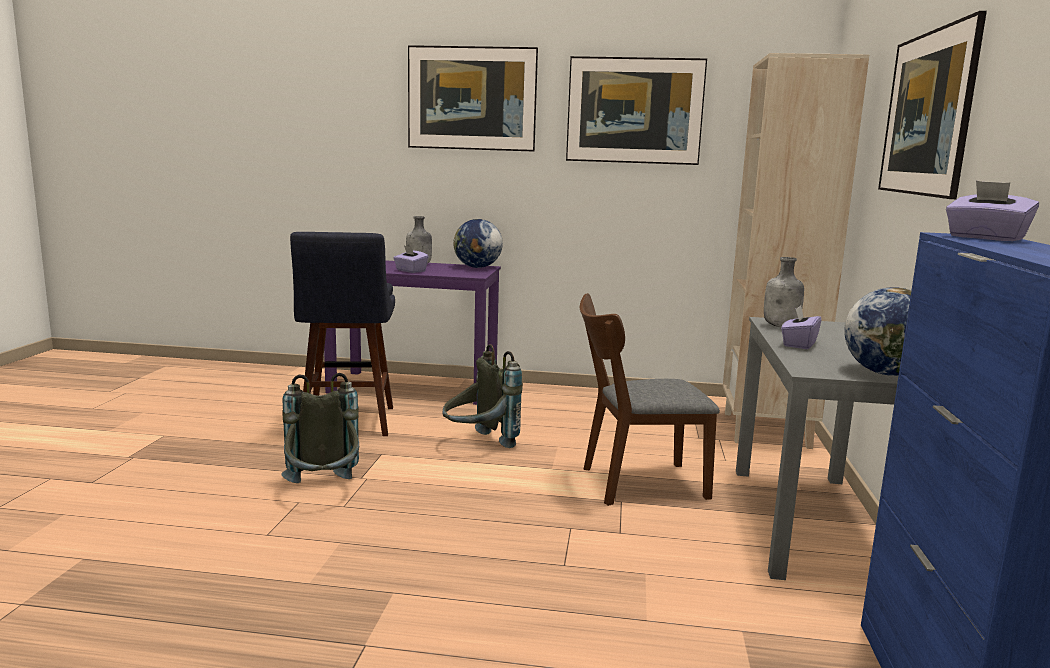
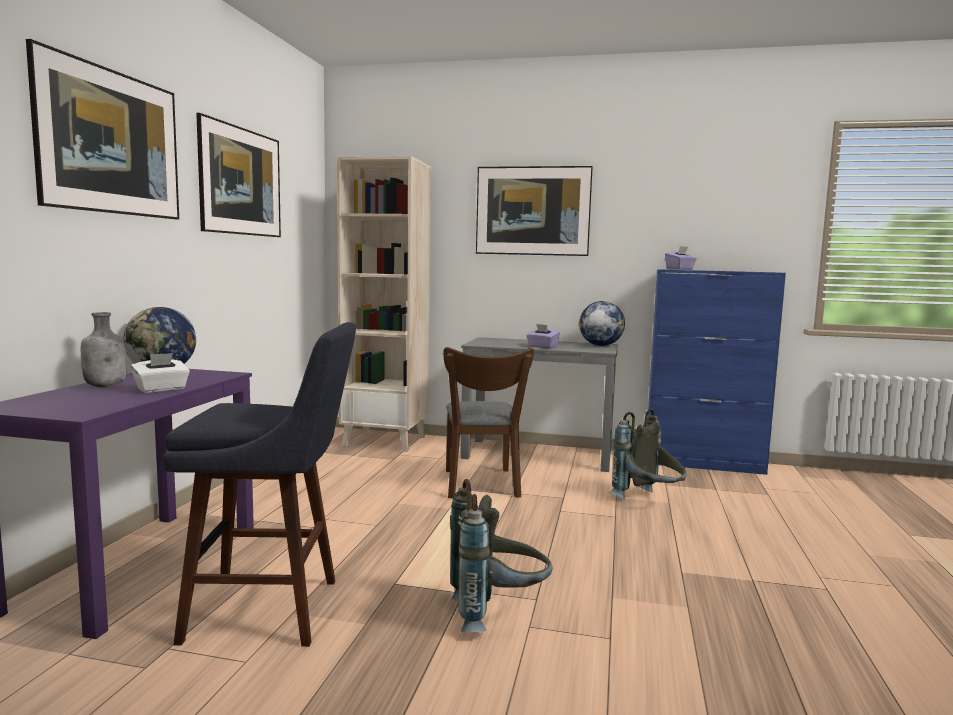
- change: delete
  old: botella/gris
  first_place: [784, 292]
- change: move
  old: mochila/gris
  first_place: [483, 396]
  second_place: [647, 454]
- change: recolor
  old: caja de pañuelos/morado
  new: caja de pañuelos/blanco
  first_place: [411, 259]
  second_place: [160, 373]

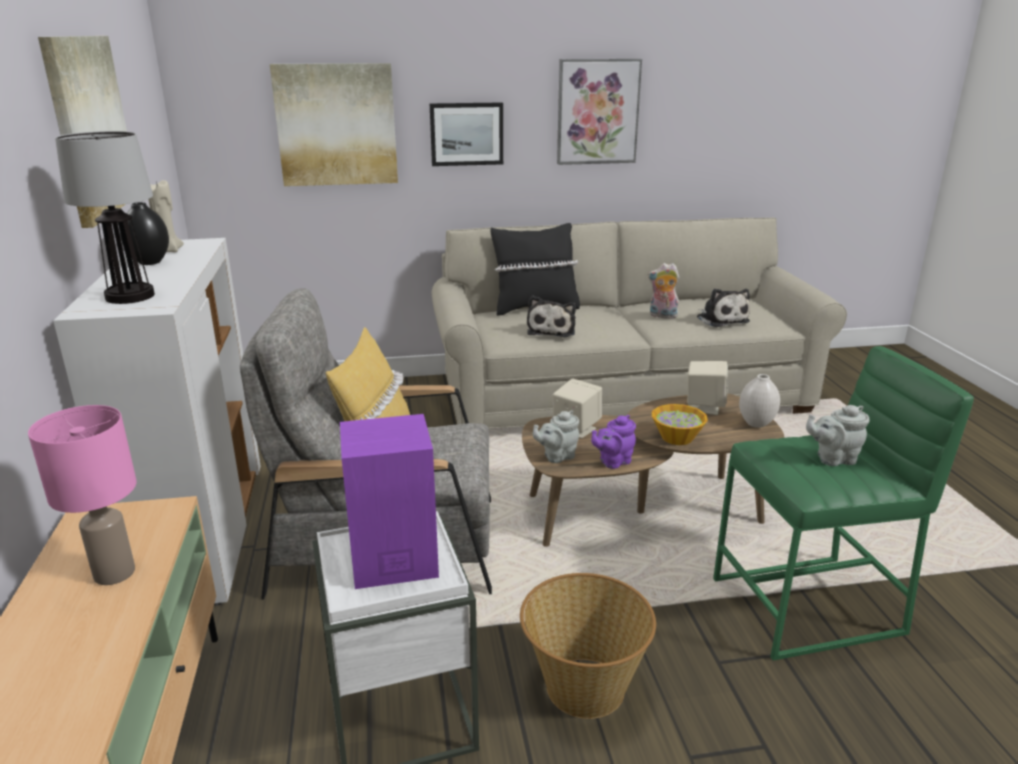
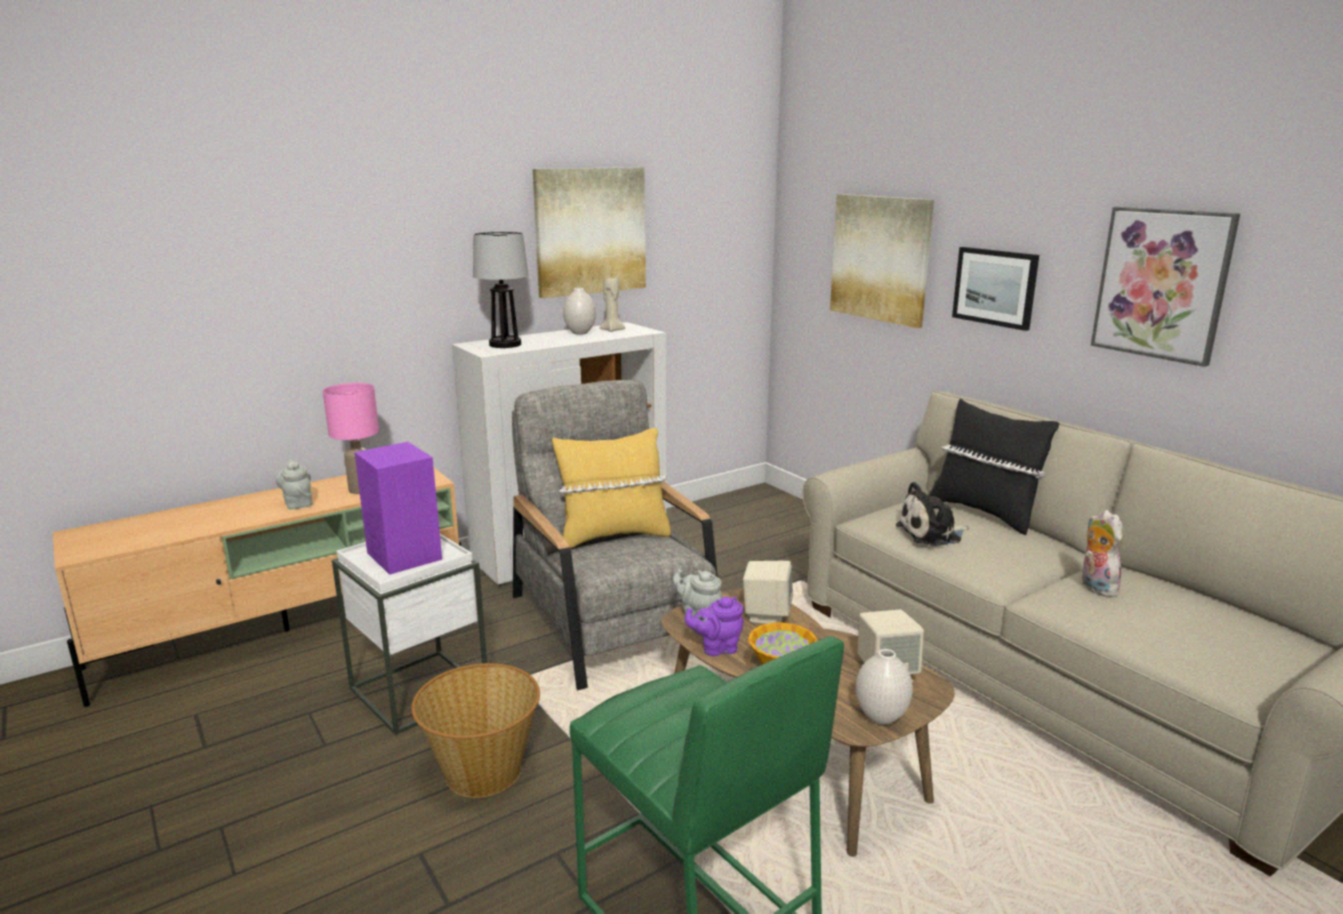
- change: delete
  old: peluche
  first_place: [723, 308]
- change: move
  old: tetera/gris
  first_place: [838, 435]
  second_place: [294, 484]
- change: recolor
  old: florero/negro
  new: florero/blanco
  first_place: [144, 233]
  second_place: [579, 311]
- change: rotate
  old: tetera/morado
  first_place: [613, 442]
  second_place: [714, 626]
  degrees: -45

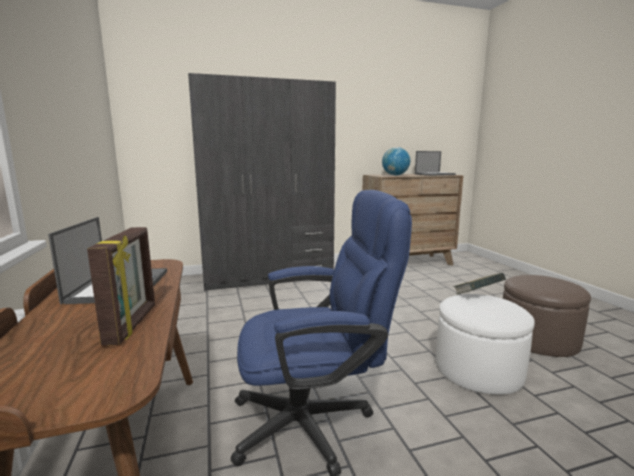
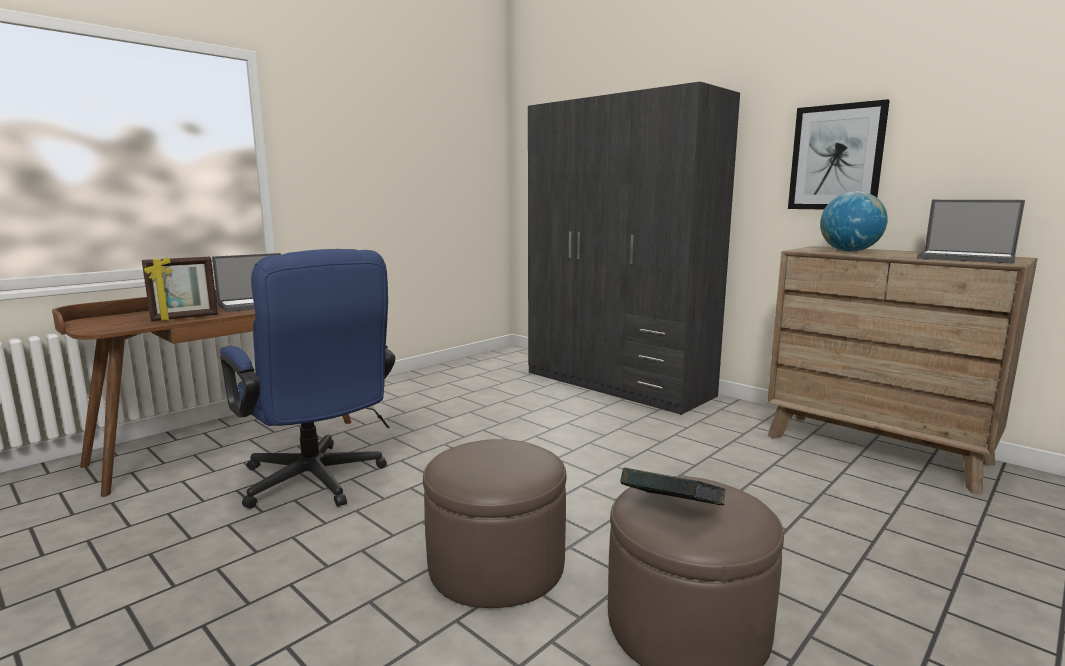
- change: insert
  new: cuadro
  second_place: [839, 154]
- change: move
  old: libro
  first_place: [479, 283]
  second_place: [673, 486]
- change: recolor
  old: puf/blanco
  new: puf/marrón
  first_place: [485, 344]
  second_place: [494, 523]

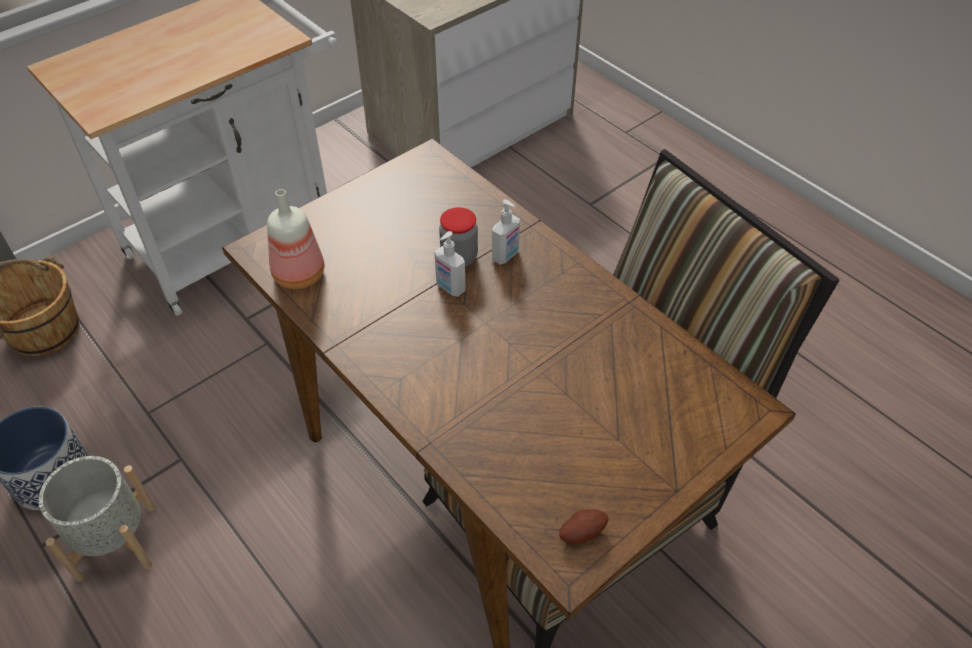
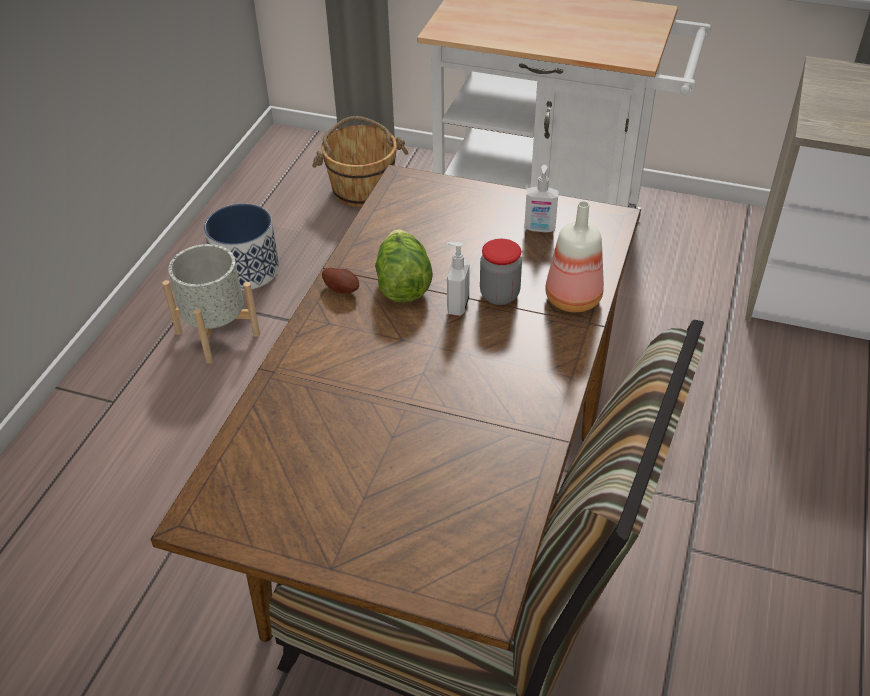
- change: insert
  new: lechuga
  second_place: [404, 266]
- change: move
  old: botella
  first_place: [295, 239]
  second_place: [574, 256]
- change: move
  old: dispensador de jabón
  first_place: [506, 232]
  second_place: [541, 199]
- change: move
  old: patata
  first_place: [584, 526]
  second_place: [340, 281]

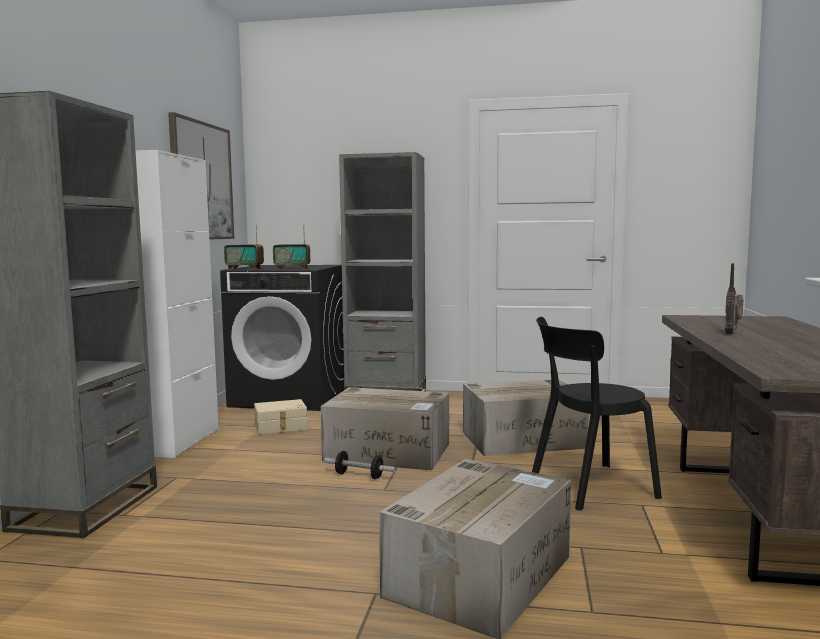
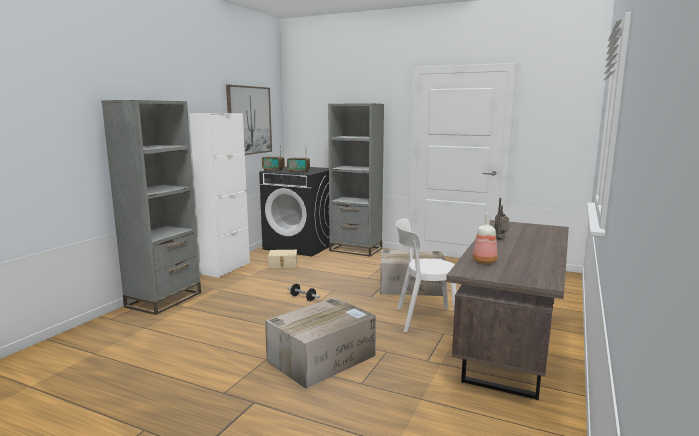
- change: delete
  old: caja de cartón
  first_place: [384, 429]
- change: insert
  new: botella
  second_place: [485, 239]
- change: recolor
  old: silla/negro
  new: silla/blanco
  first_place: [597, 413]
  second_place: [426, 275]

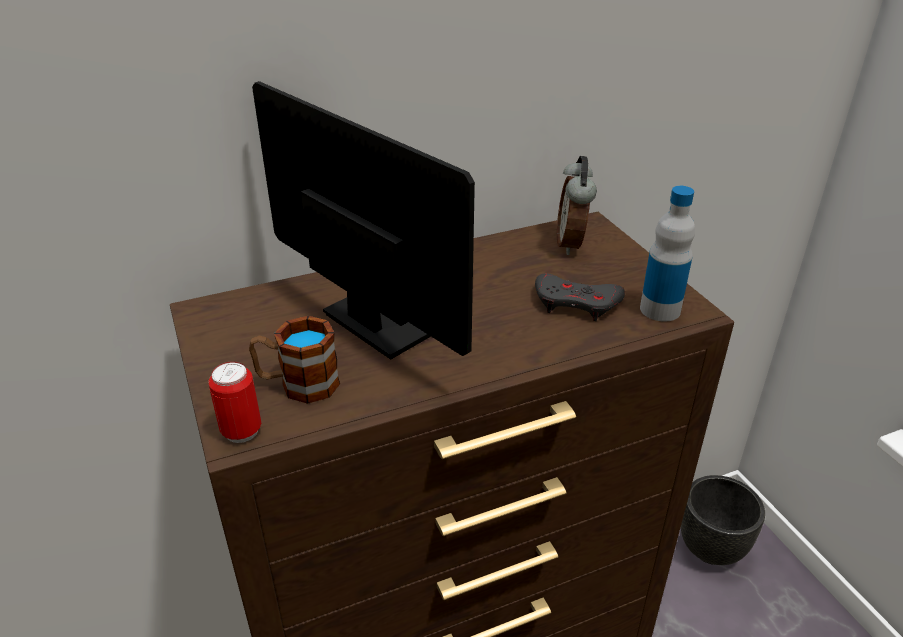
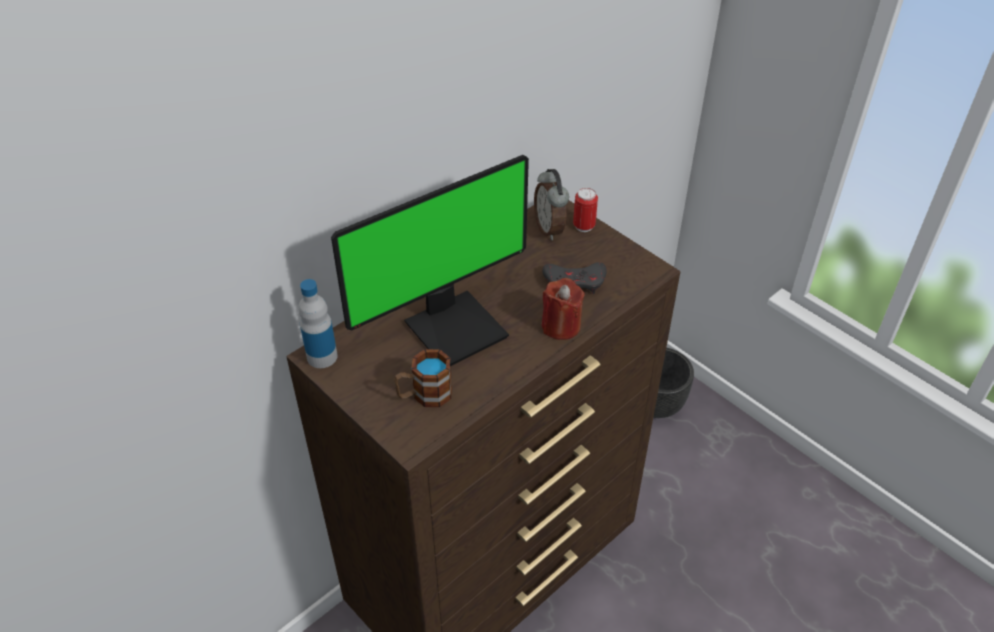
- change: insert
  new: vela/rojo
  second_place: [563, 309]
- change: move
  old: lata
  first_place: [234, 402]
  second_place: [585, 210]
- change: move
  old: botella
  first_place: [667, 254]
  second_place: [317, 323]
- change: rotate
  old: monitor
  first_place: [363, 220]
  second_place: [430, 260]
  degrees: 120

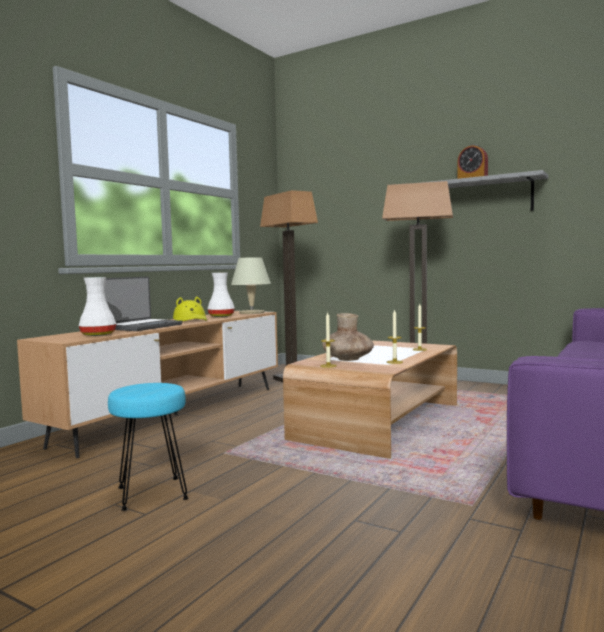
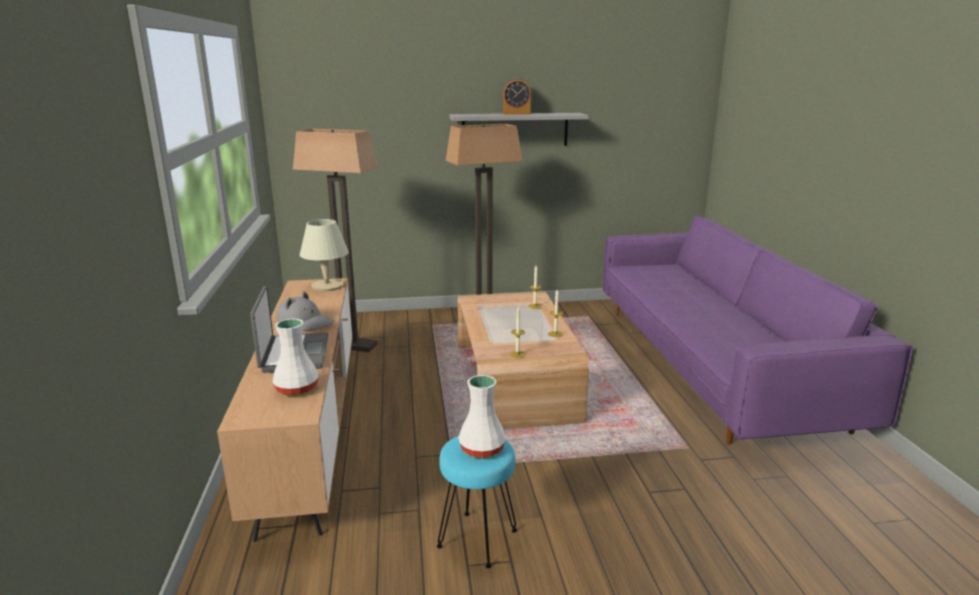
- change: delete
  old: florero/marrón
  first_place: [348, 337]
- change: move
  old: florero/blanco
  first_place: [221, 294]
  second_place: [482, 416]
- change: recolor
  old: sombrero/amarillo
  new: sombrero/gris
  first_place: [190, 309]
  second_place: [305, 311]

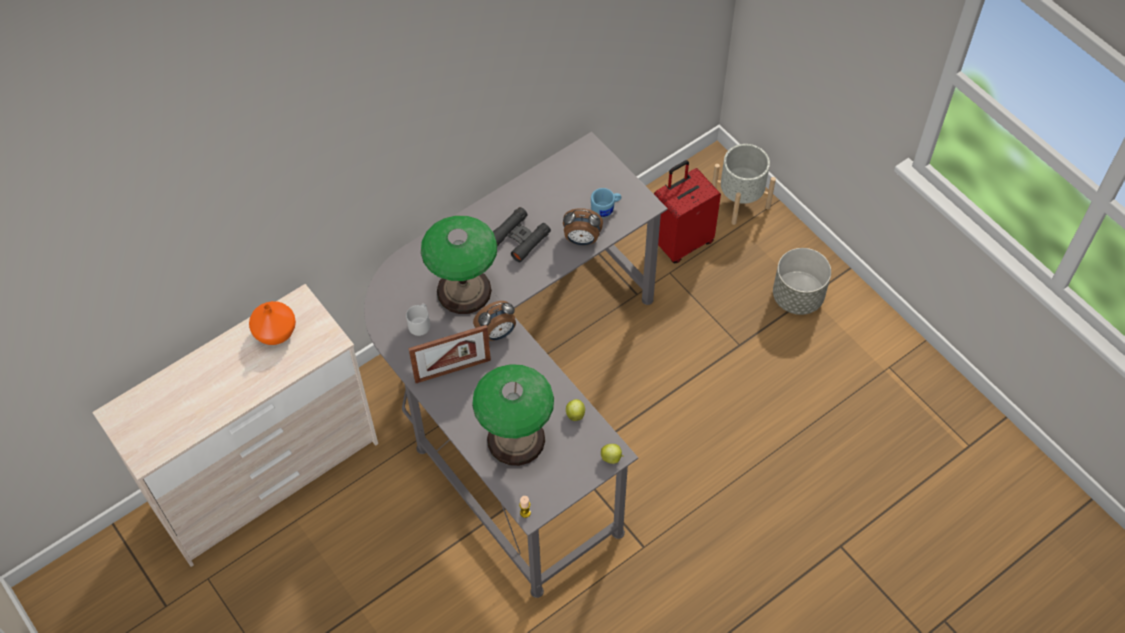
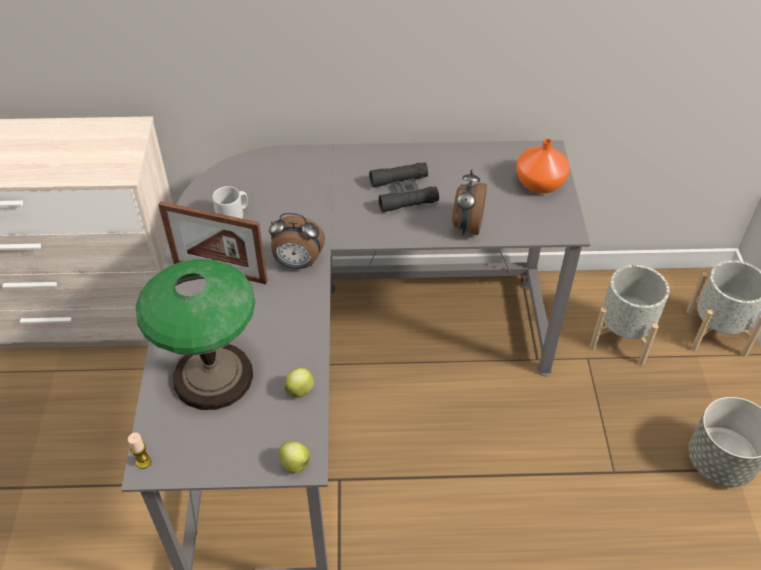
- change: delete
  old: lámpara de mesa
  first_place: [459, 265]
- change: delete
  old: taza grande/azul
  first_place: [606, 203]
- change: move
  old: florero/naranja
  first_place: [272, 323]
  second_place: [543, 165]
- change: replace
  old: maleta/rojo
  new: maceta/gris
  first_place: [687, 211]
  second_place: [630, 315]
- change: rotate
  old: despertador
  first_place: [583, 226]
  second_place: [469, 202]
  degrees: 60

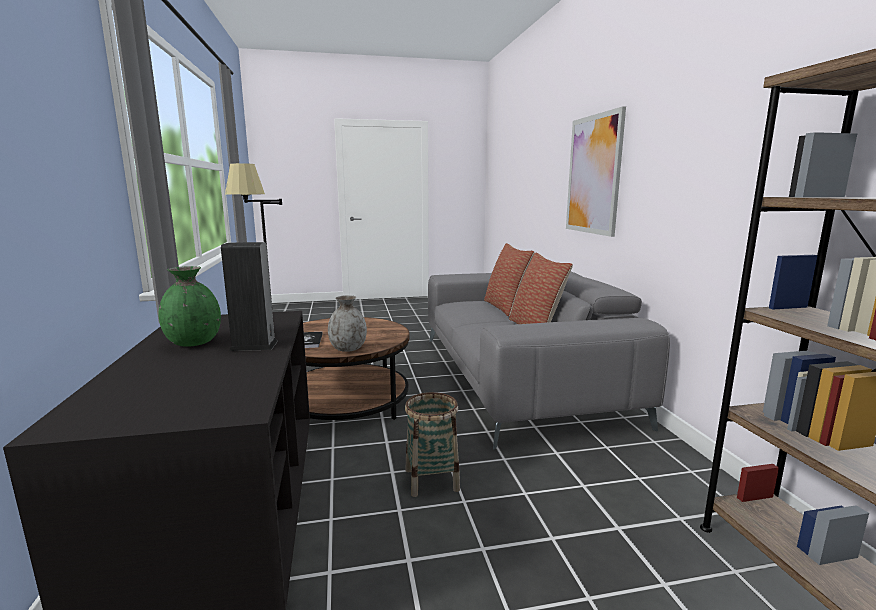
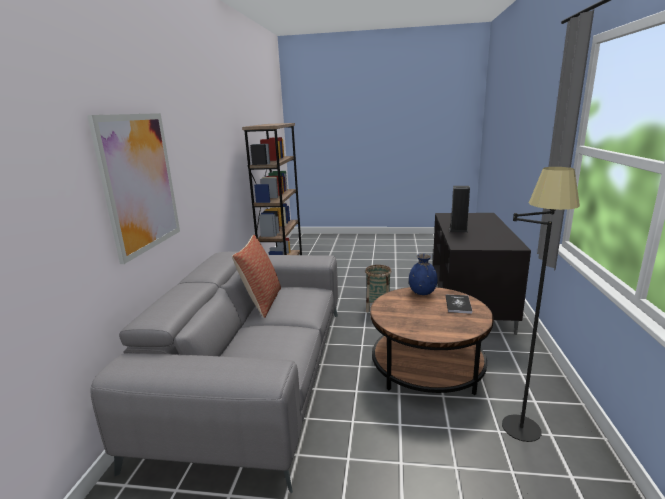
- change: delete
  old: florero/verde
  first_place: [190, 306]
- change: delete
  old: cojín
  first_place: [509, 279]
- change: recolor
  old: florero/gris
  new: florero/azul
  first_place: [347, 323]
  second_place: [423, 274]

